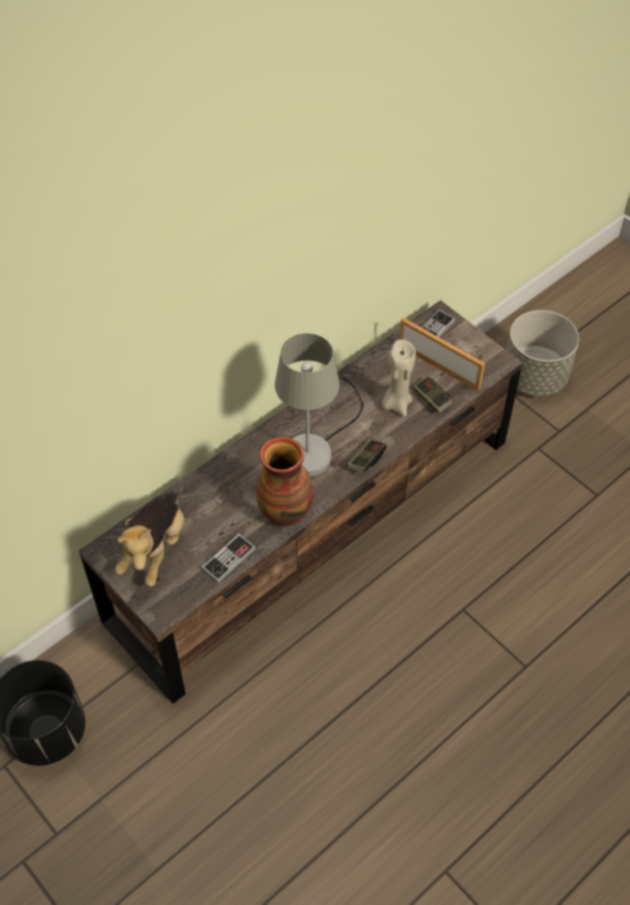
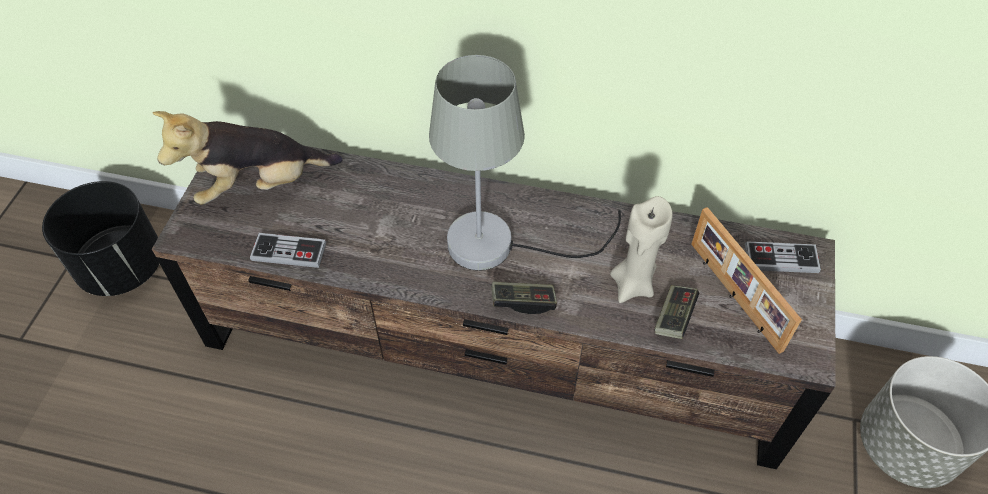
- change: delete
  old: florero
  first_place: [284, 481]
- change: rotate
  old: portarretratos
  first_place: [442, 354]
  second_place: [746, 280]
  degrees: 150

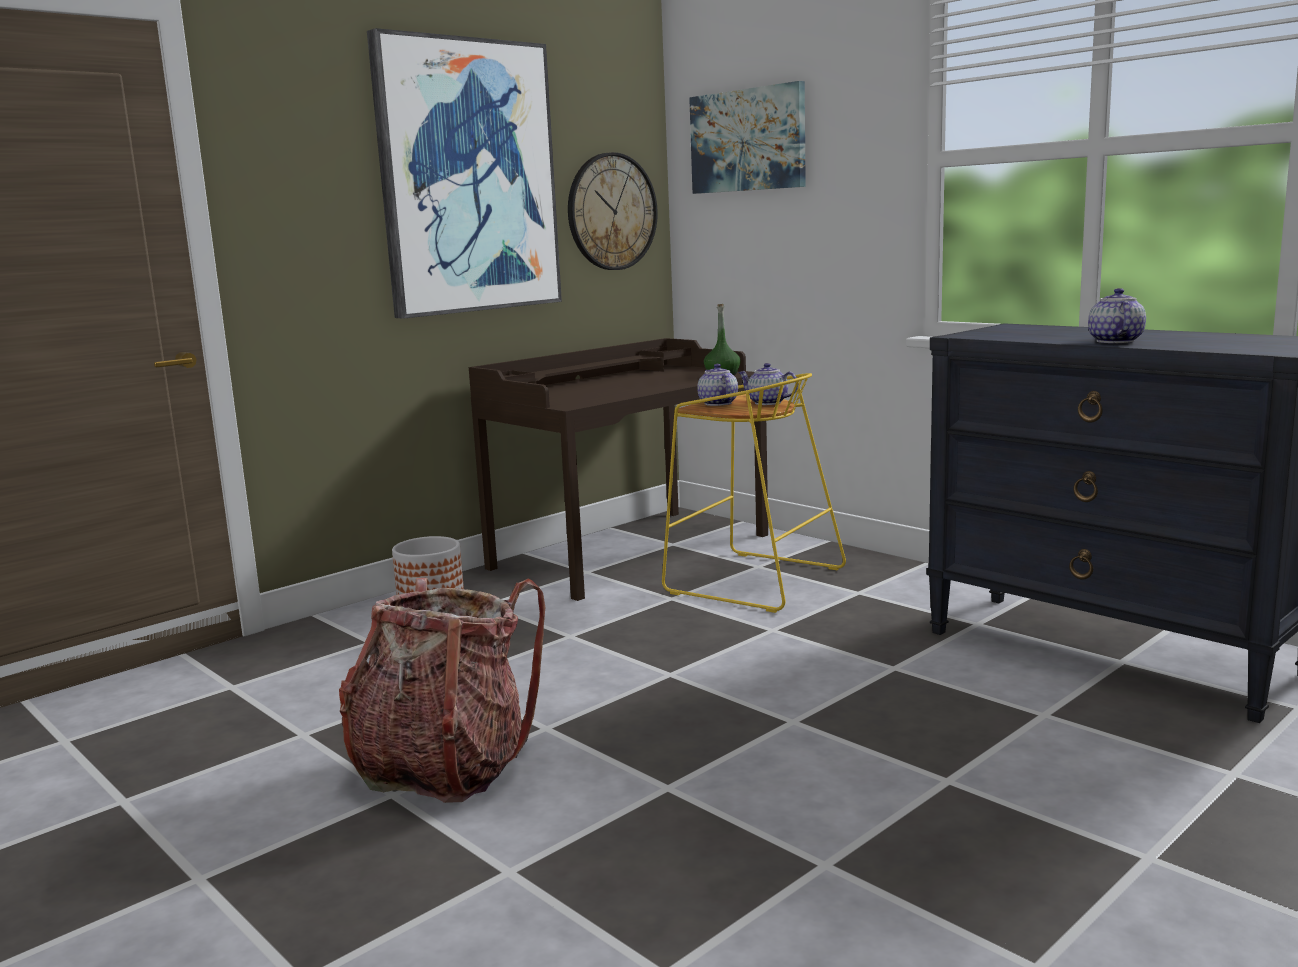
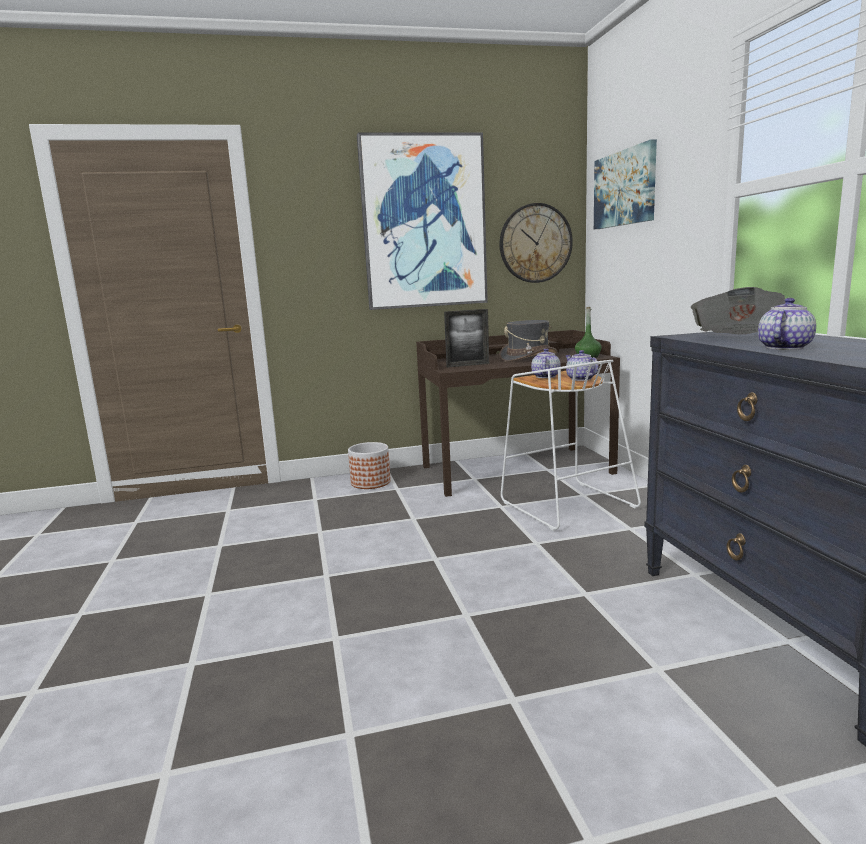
- change: delete
  old: mochila
  first_place: [442, 690]
- change: insert
  new: portarretratos
  second_place: [466, 338]
- change: insert
  new: sombrero/gris
  second_place: [528, 341]
- change: insert
  new: periódico
  second_place: [738, 311]
- change: recolor
  old: taburete/amarillo
  new: taburete/blanco
  first_place: [754, 493]
  second_place: [571, 445]

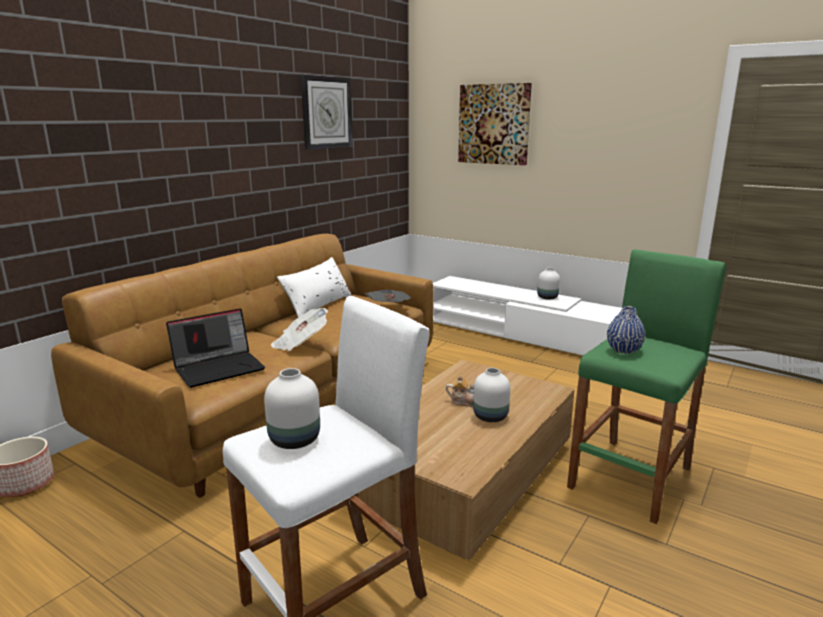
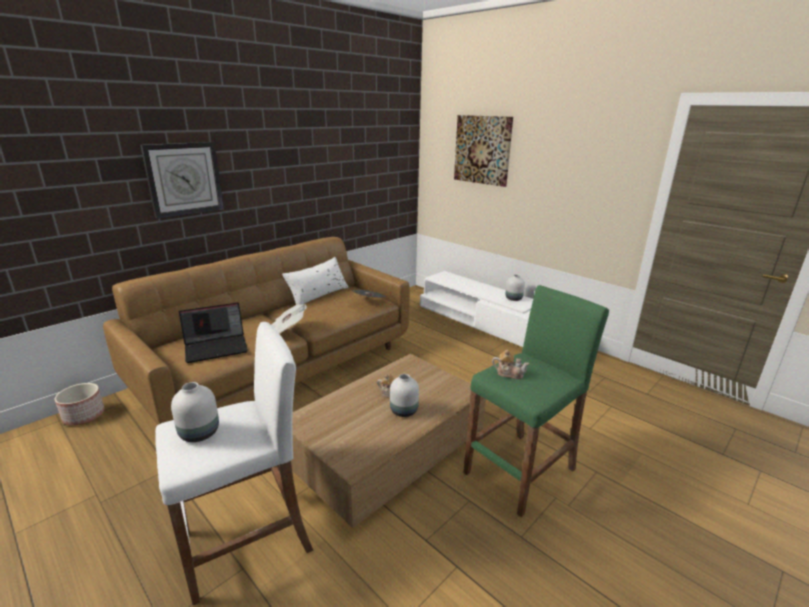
- change: move
  old: reloj de pared
  first_place: [327, 112]
  second_place: [182, 180]
- change: replace
  old: florero/azul
  new: tetera
  first_place: [626, 330]
  second_place: [510, 364]

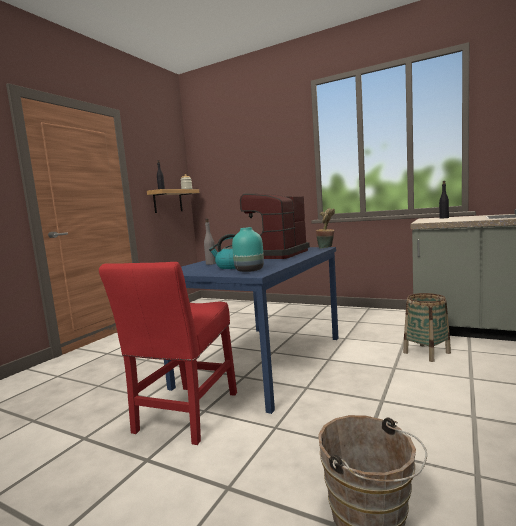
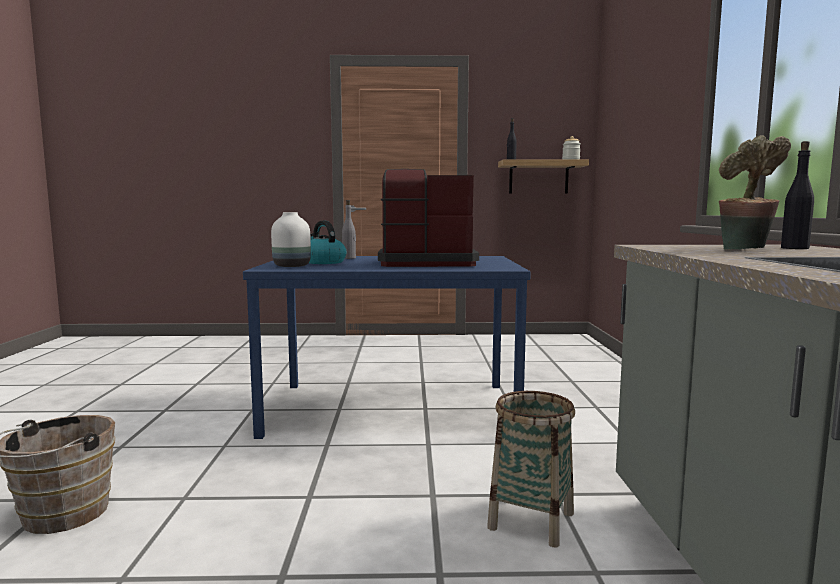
- change: delete
  old: silla/rojo
  first_place: [168, 353]
- change: move
  old: planta en maceta
  first_place: [325, 228]
  second_place: [755, 192]
- change: recolor
  old: florero/turquesa
  new: florero/blanco
  first_place: [248, 249]
  second_place: [291, 239]

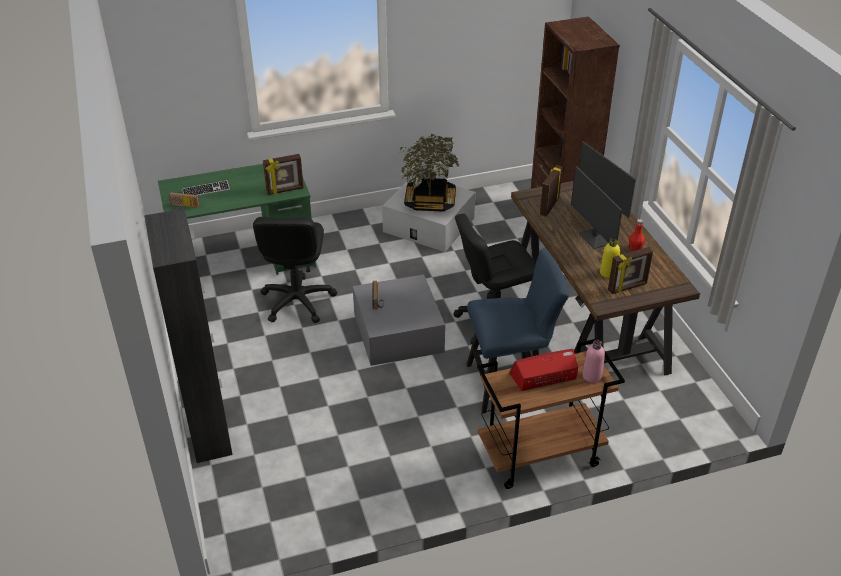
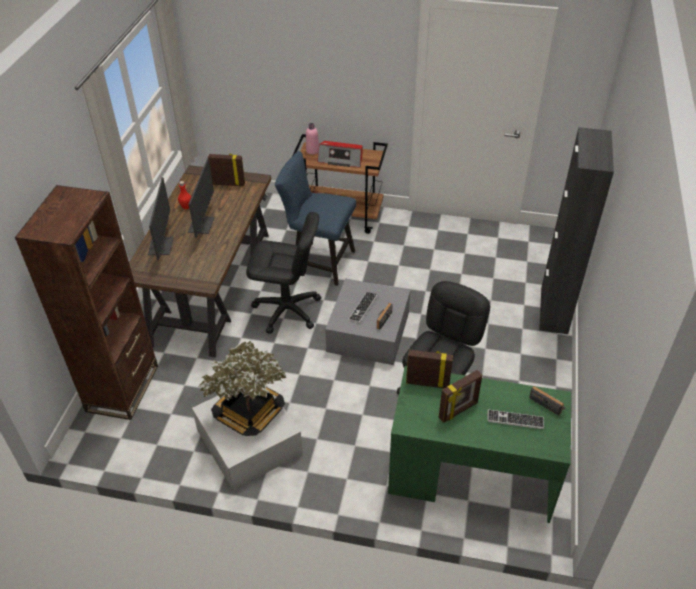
- change: delete
  old: botella/amarillo
  first_place: [610, 258]
- change: insert
  new: teclado
  second_place: [363, 307]
- change: move
  old: portarretratos
  first_place: [551, 191]
  second_place: [460, 396]

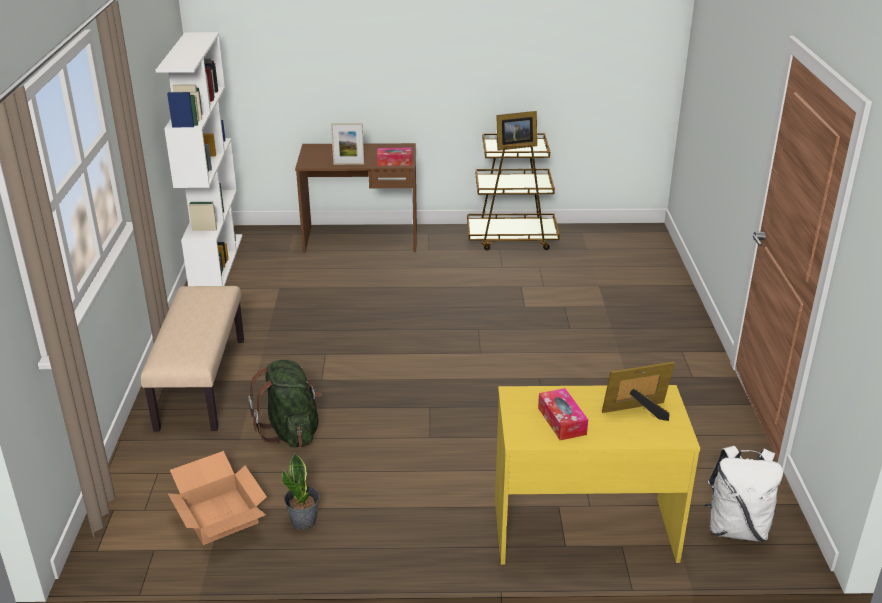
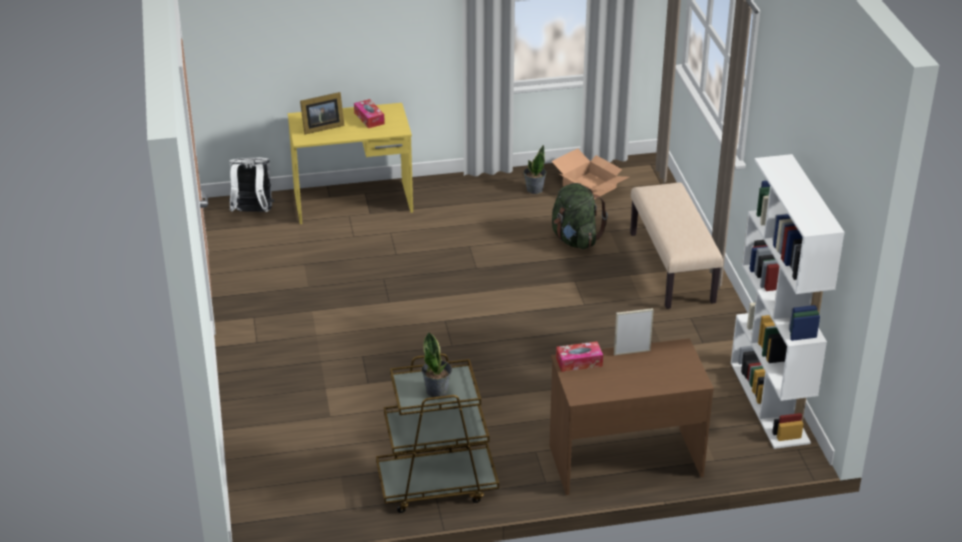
- change: replace
  old: portarretratos
  new: planta en maceta
  first_place: [516, 131]
  second_place: [436, 364]

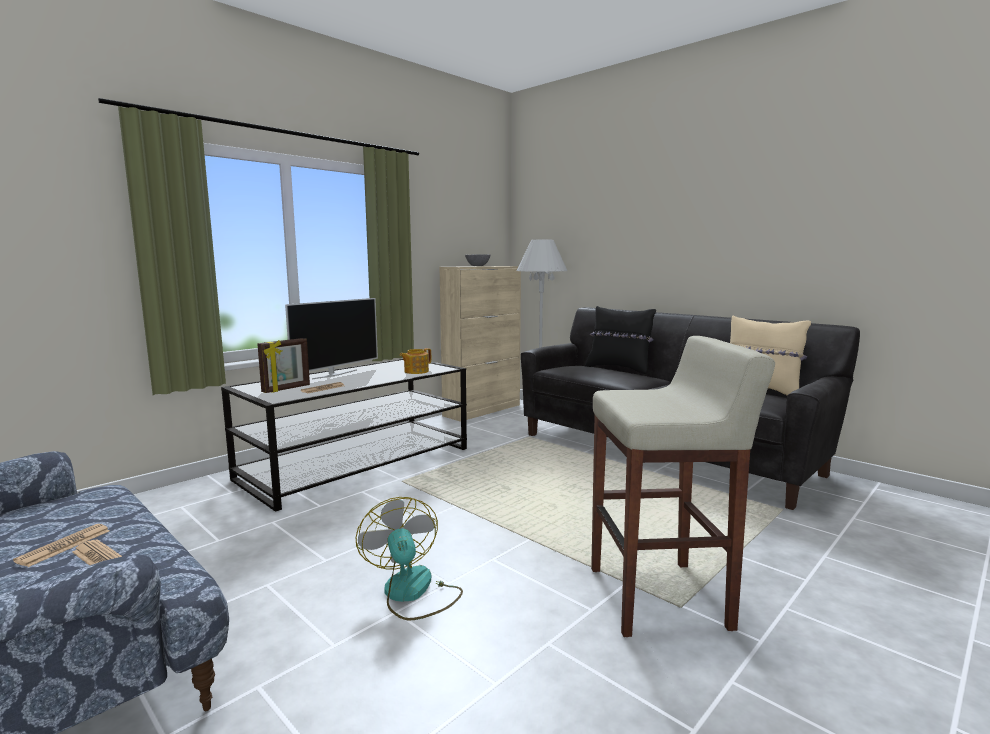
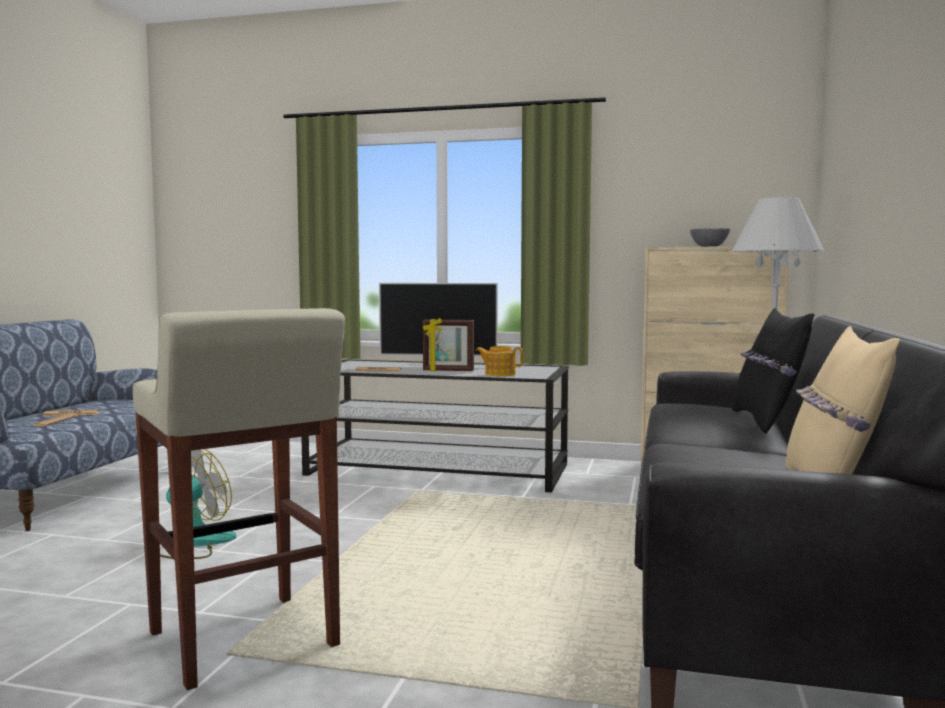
- change: move
  old: portarretratos
  first_place: [283, 365]
  second_place: [448, 344]

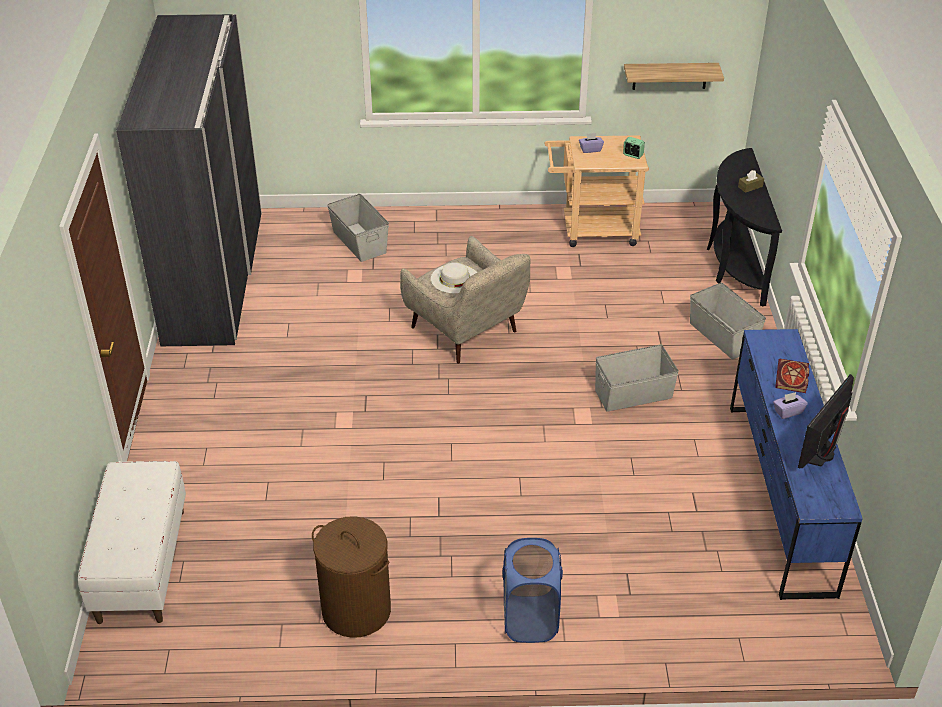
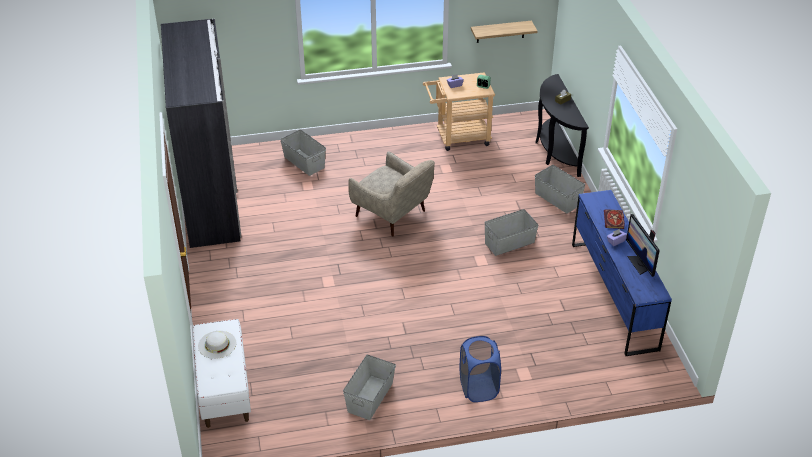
- change: move
  old: sombrero/blanco
  first_place: [454, 278]
  second_place: [217, 345]
- change: replace
  old: cesto de la ropa/marrón
  new: caja de almacenaje/gris
  first_place: [351, 577]
  second_place: [369, 387]
- change: rotate
  old: monitor
  first_place: [826, 421]
  second_place: [643, 245]
  degrees: -45

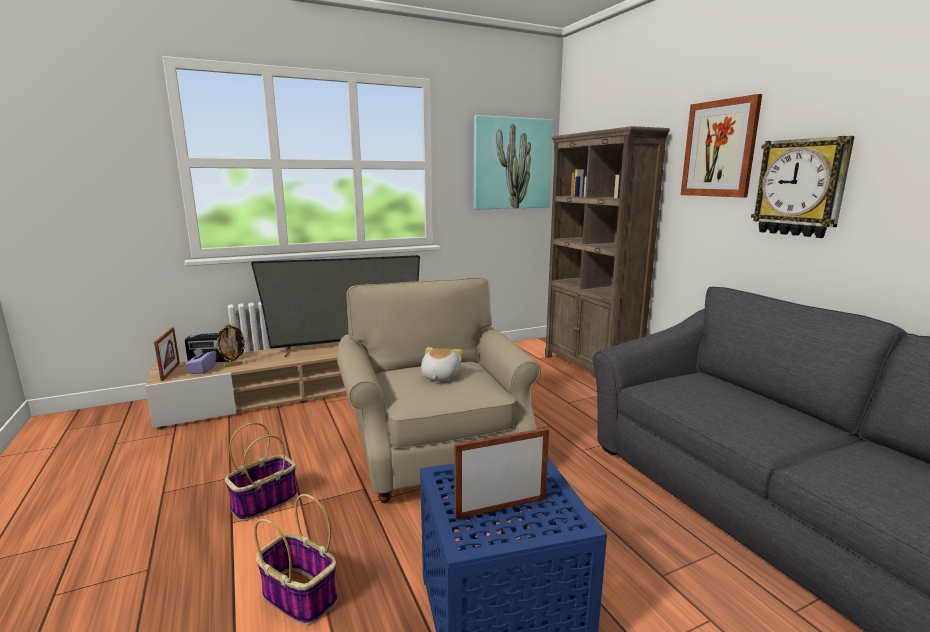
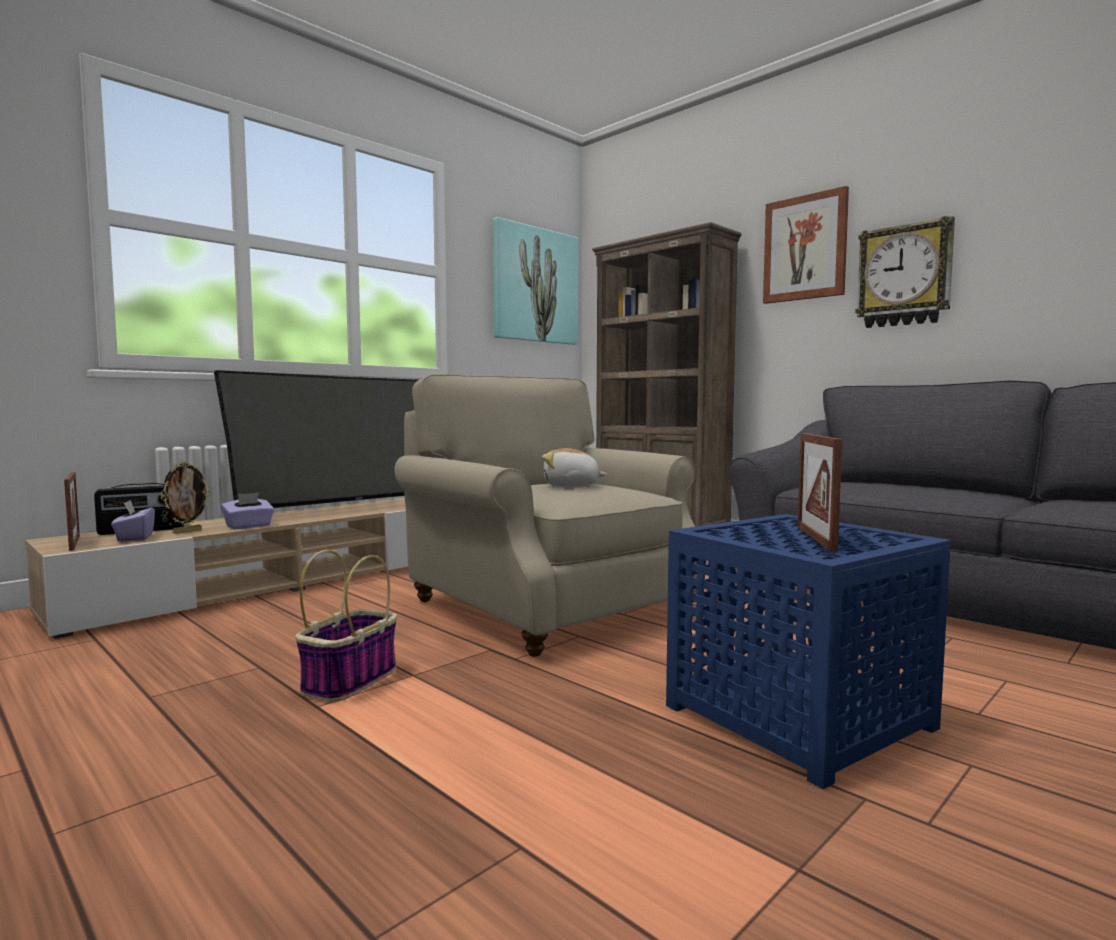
- change: delete
  old: cesta
  first_place: [295, 559]
- change: insert
  new: caja de pañuelos/morado
  second_place: [247, 511]
- change: rotate
  old: peluche
  first_place: [442, 364]
  second_place: [574, 467]
  degrees: -75
- change: rotate
  old: portarretratos
  first_place: [501, 473]
  second_place: [820, 492]
  degrees: -45

